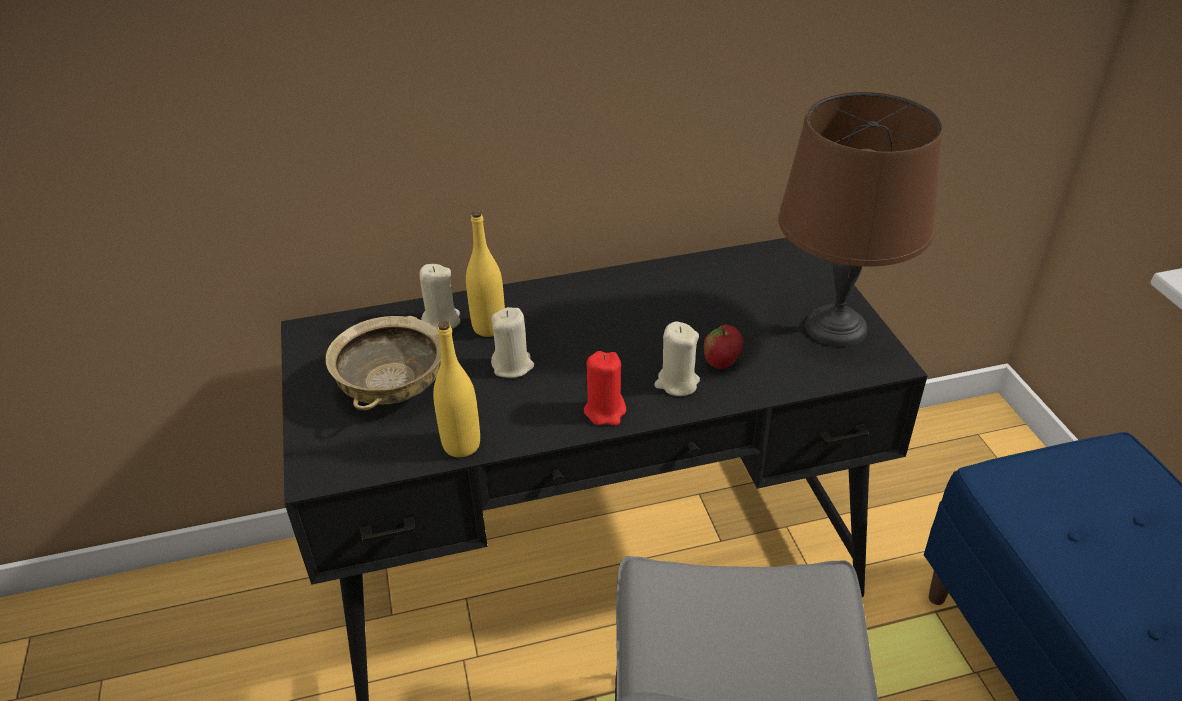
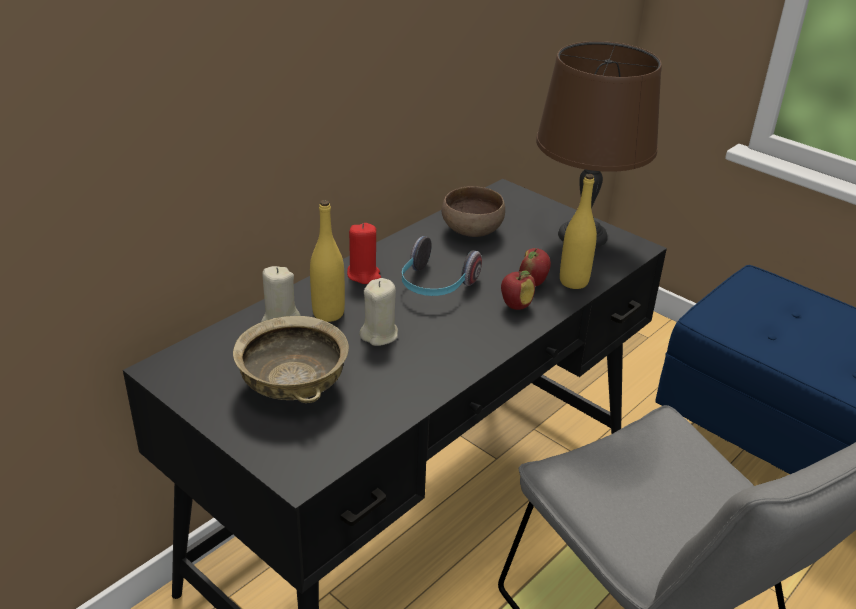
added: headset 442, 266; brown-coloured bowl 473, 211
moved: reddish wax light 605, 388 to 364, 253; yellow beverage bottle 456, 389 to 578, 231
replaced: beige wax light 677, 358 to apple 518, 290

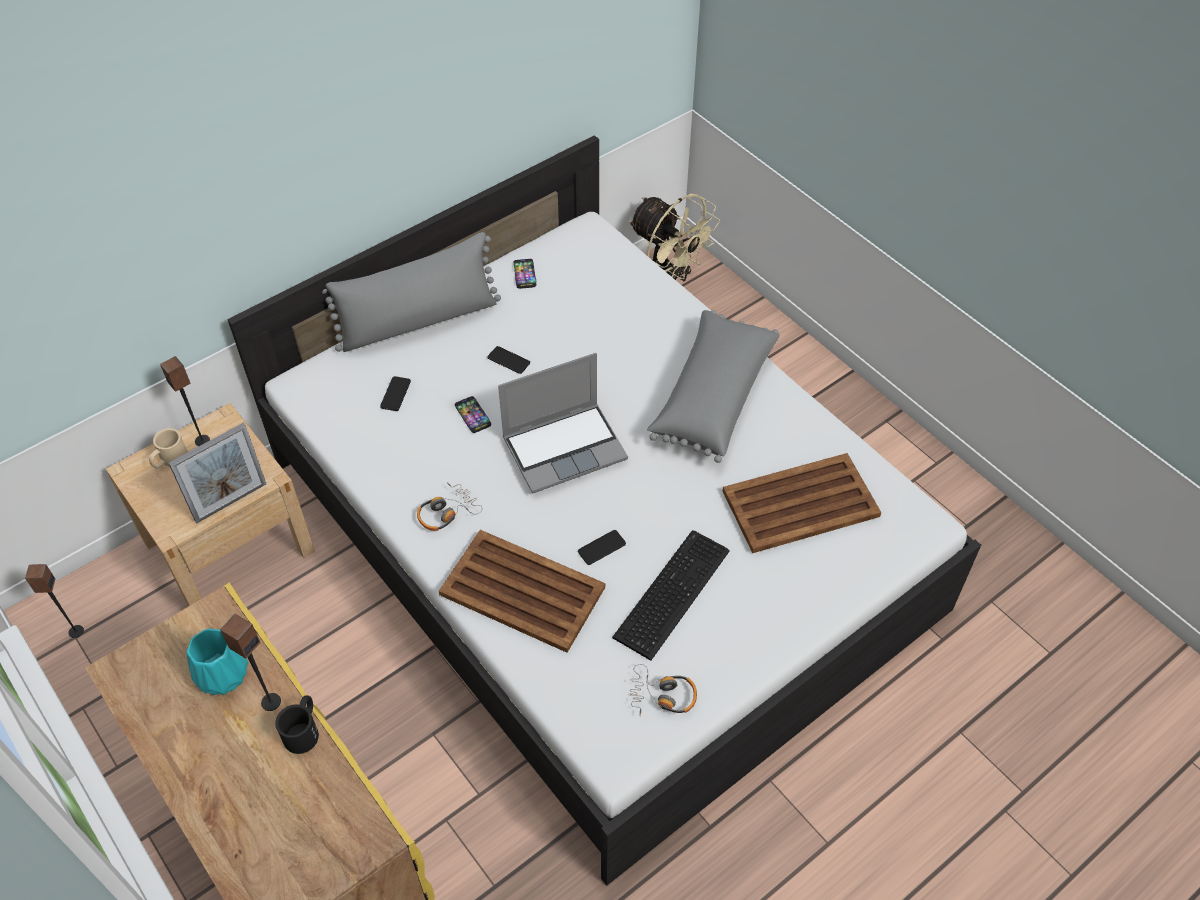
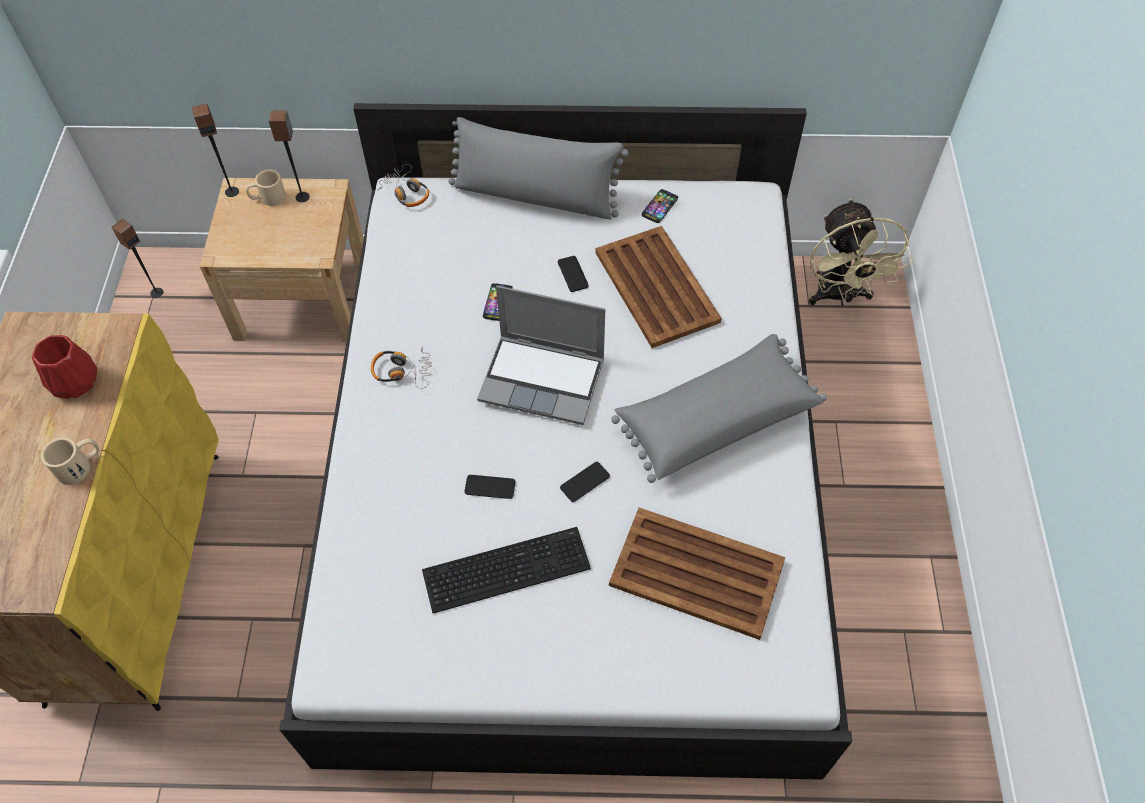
removed: photo frame 217, 473
moved: audio speaker 250, 662 to 215, 150; headset 663, 689 to 403, 185; telephone 395, 393 to 585, 482; brown-coloured tray 522, 591 to 658, 287
recoloured: turquoise flower vase 217, 662 to reddish flower vase 64, 367; blackish mug 297, 725 to beige mug 70, 461

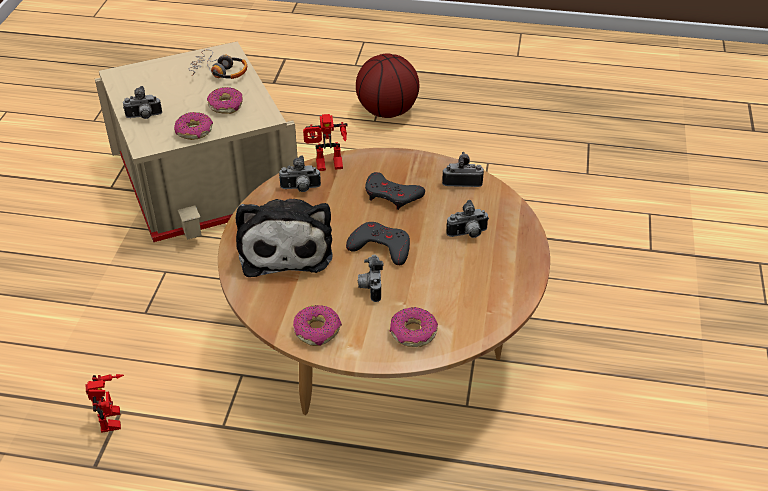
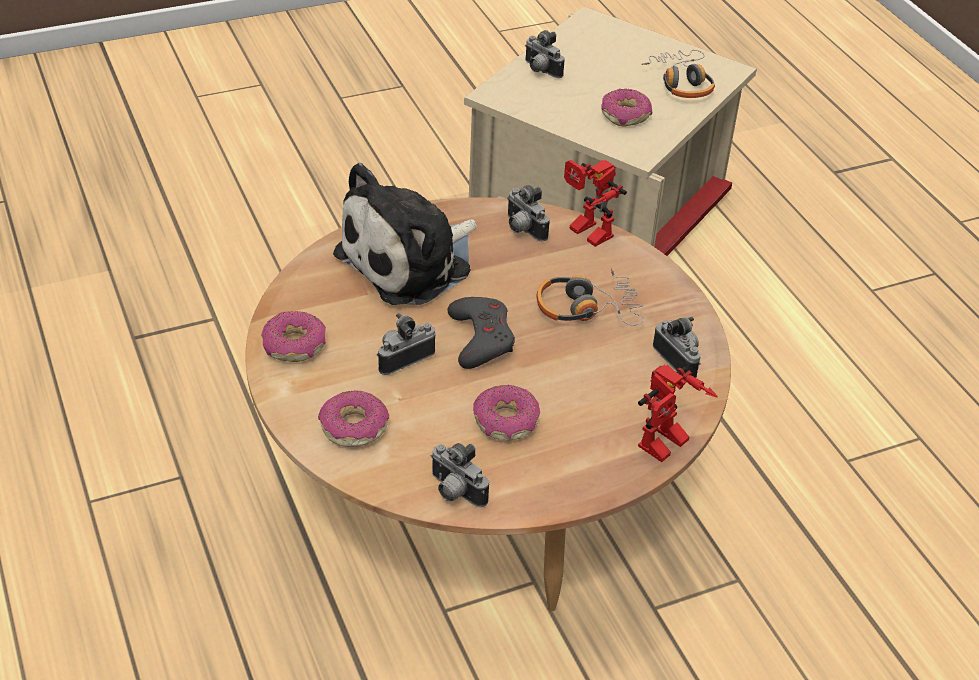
removed: basketball ball 387, 85
moved: still camera 467, 219 to 460, 475; doughnut 193, 126 to 506, 412; toy robot 105, 403 to 678, 413
replaced: greyish gamepad 395, 191 to headset 590, 297

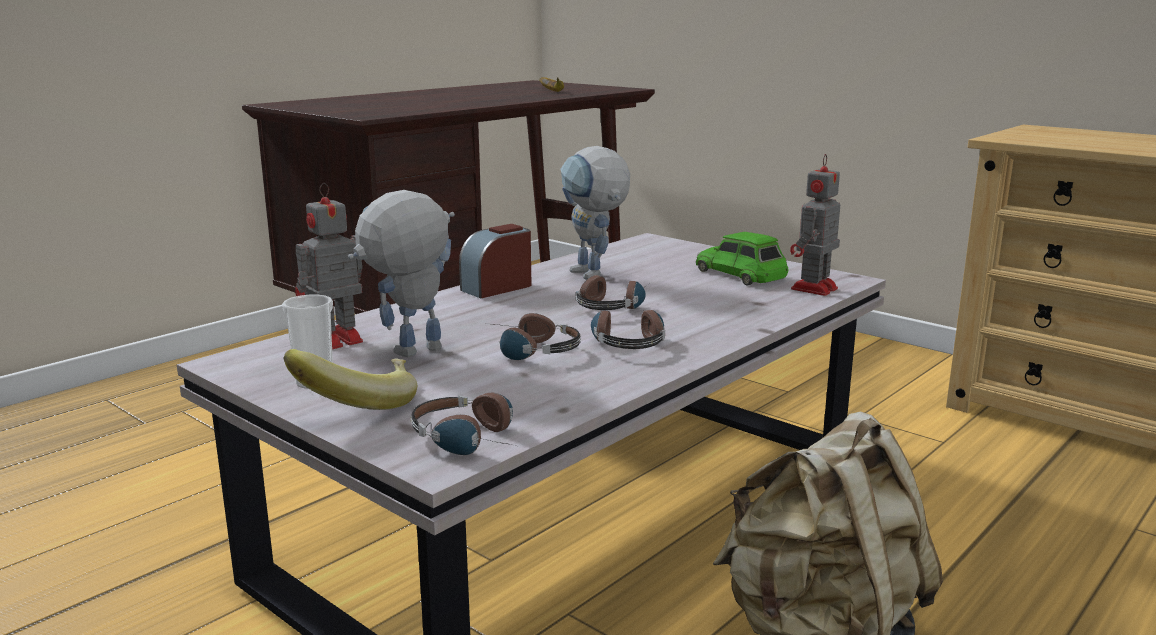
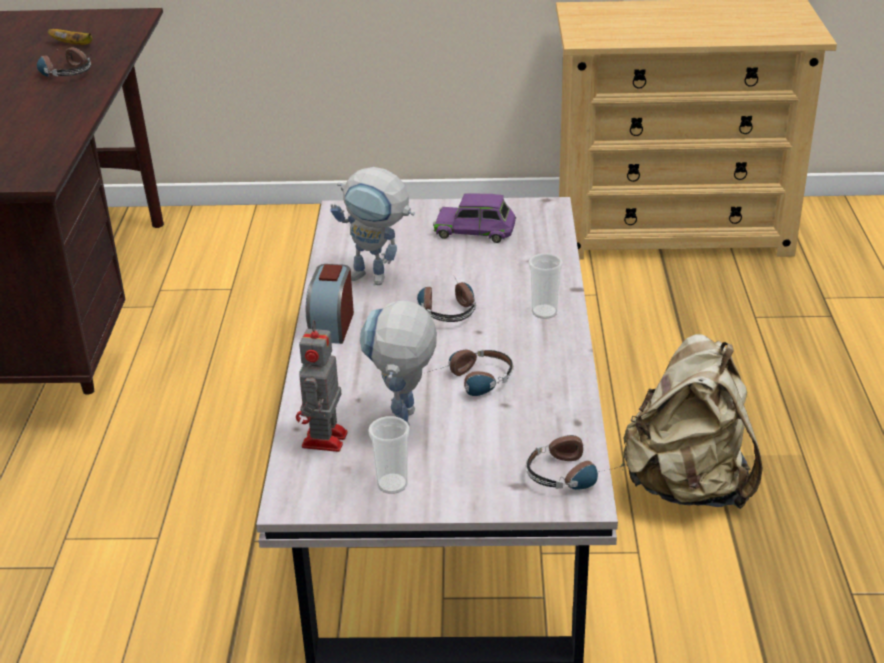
removed: whole banana 350, 379; toy robot 815, 225
added: drinking cup 545, 286
moved: headset 628, 329 to 64, 62
recoloured: greenish miniature car 742, 258 to purple-coloured miniature car 474, 218

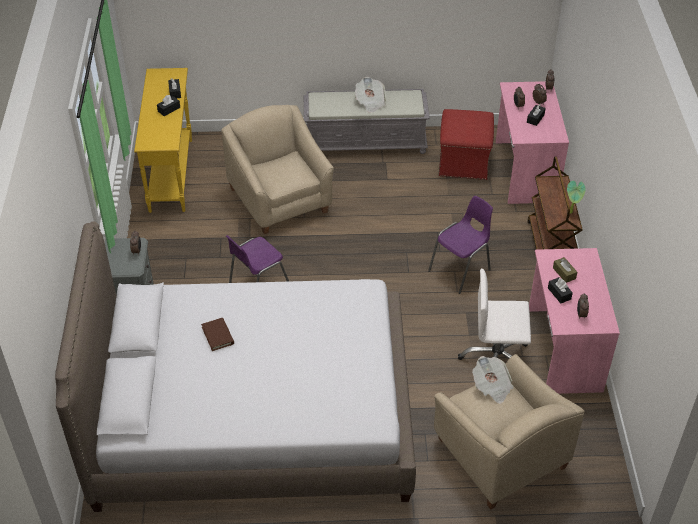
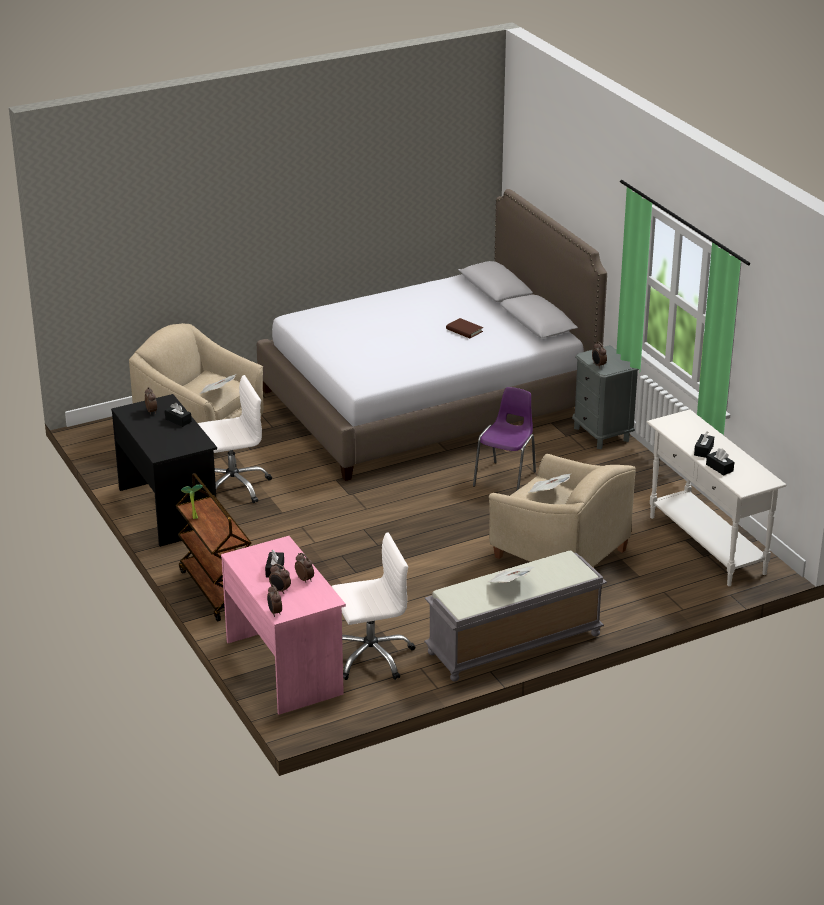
removed: purple-coloured chair 460, 245; brown-coloured box of tissues 565, 270
added: newspaper 549, 483
replaced: reddish pouffe 466, 144 to white computer chair 373, 606
recoloured: pinkish desk 574, 321 to blackish desk 164, 470; yellow narrow table 163, 140 to white narrow table 717, 497

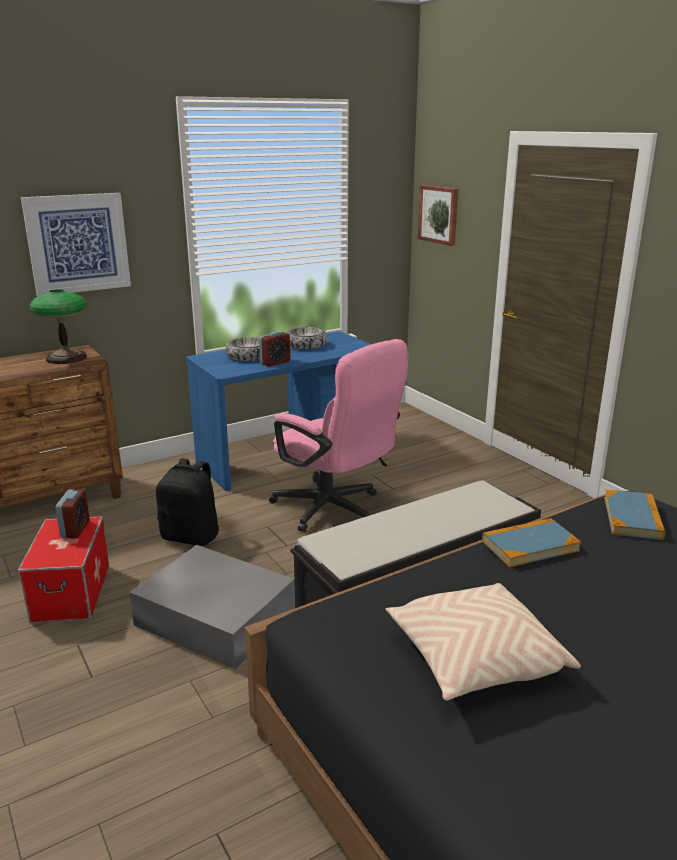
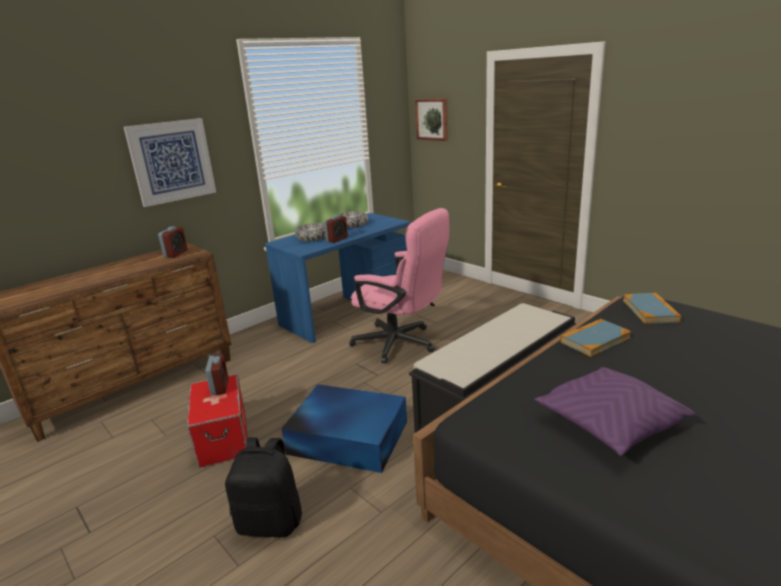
moved: blackish backpack 187, 502 to 263, 487
replaced: tabletop lamp 58, 326 to alarm clock 172, 242
recoloured: greyish storage box 212, 607 to blue-coloured storage box 344, 428; beige pillow 483, 642 to purple-coloured pillow 615, 411

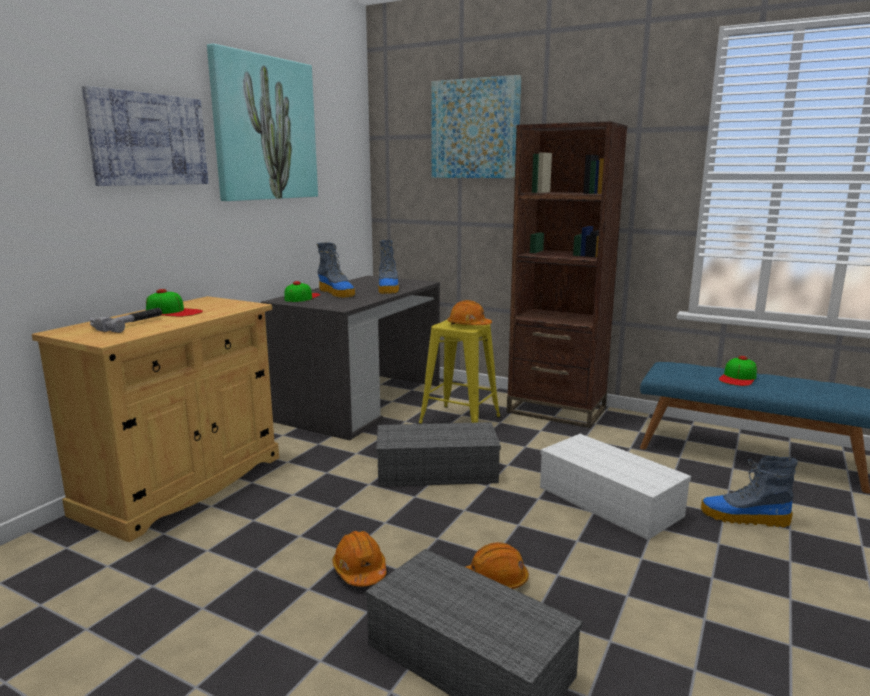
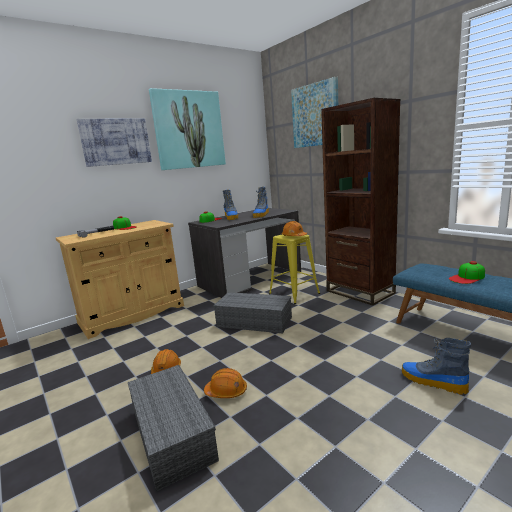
removed: white storage box 615, 487

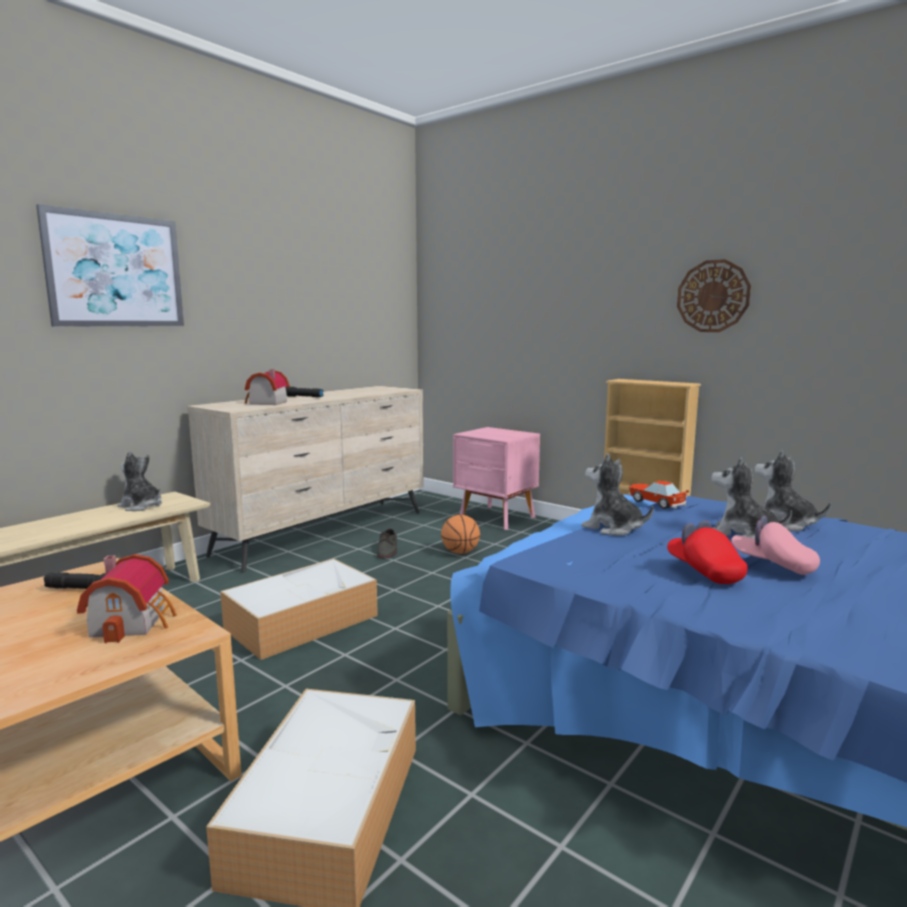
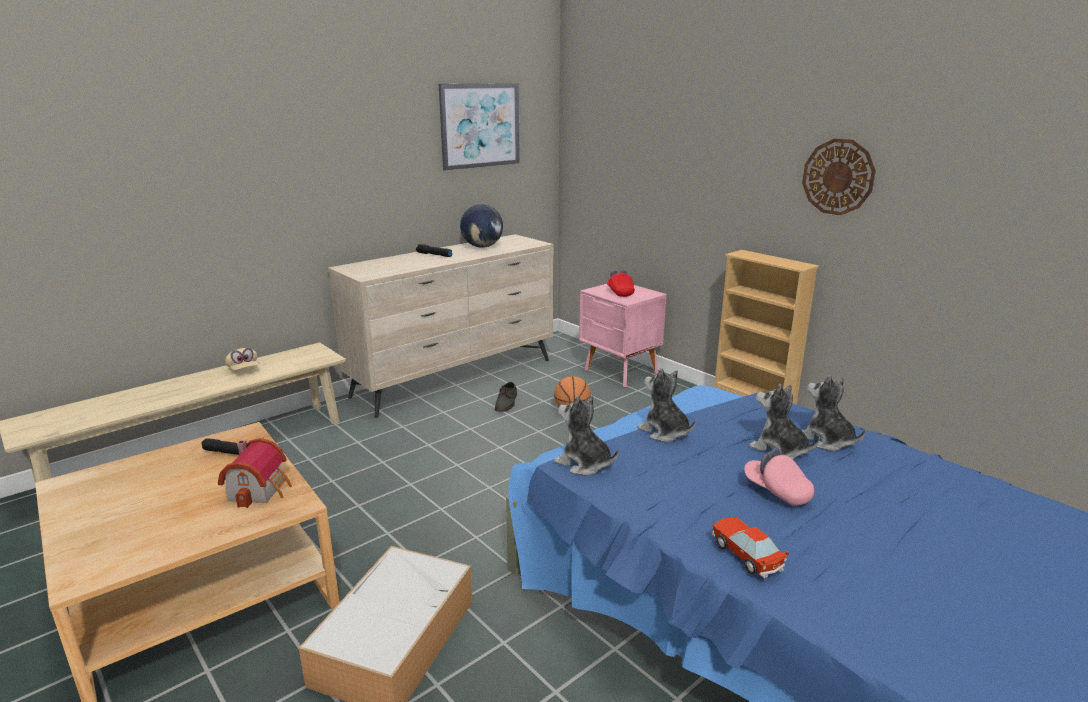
removed: storage box 299, 609; miniature house 267, 387
added: beige cap 242, 359; world globe 481, 226
moved: picture 110, 265 to 479, 127; plush toy 140, 481 to 586, 436; reddish cap 707, 552 to 621, 283; miniature car 658, 495 to 750, 547

